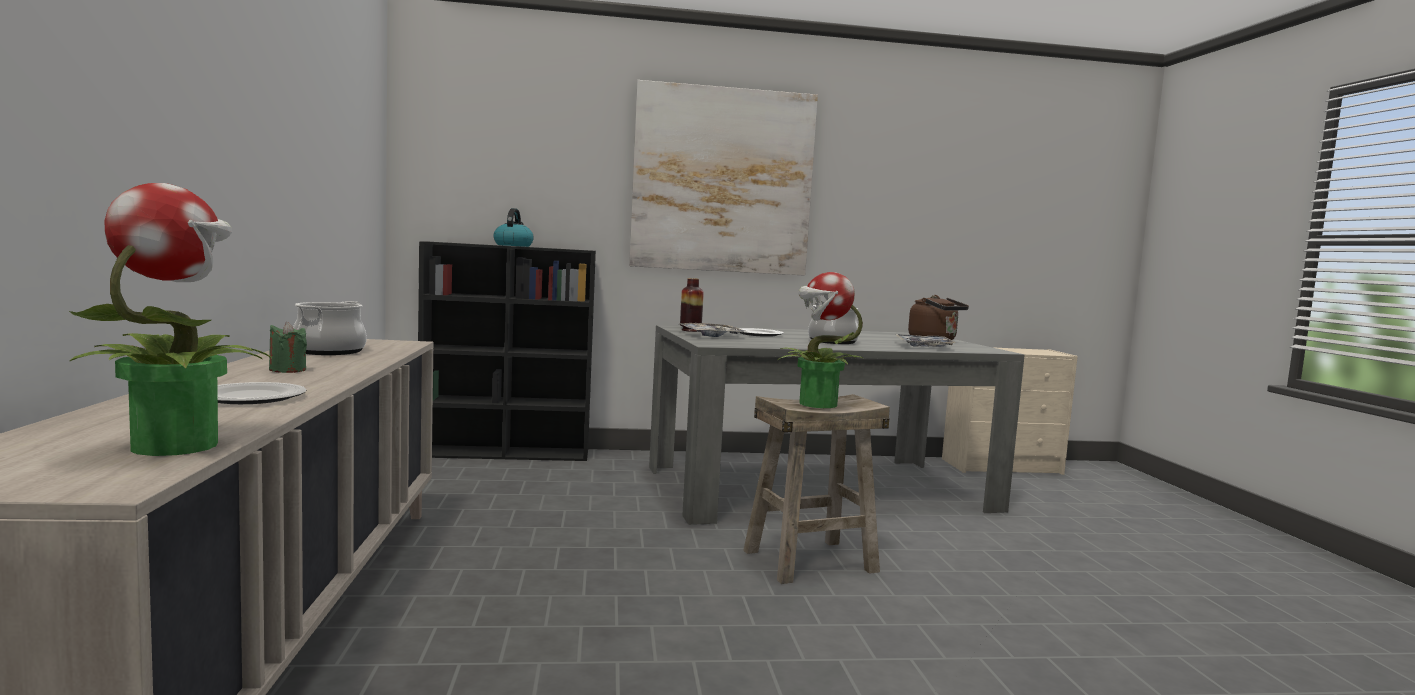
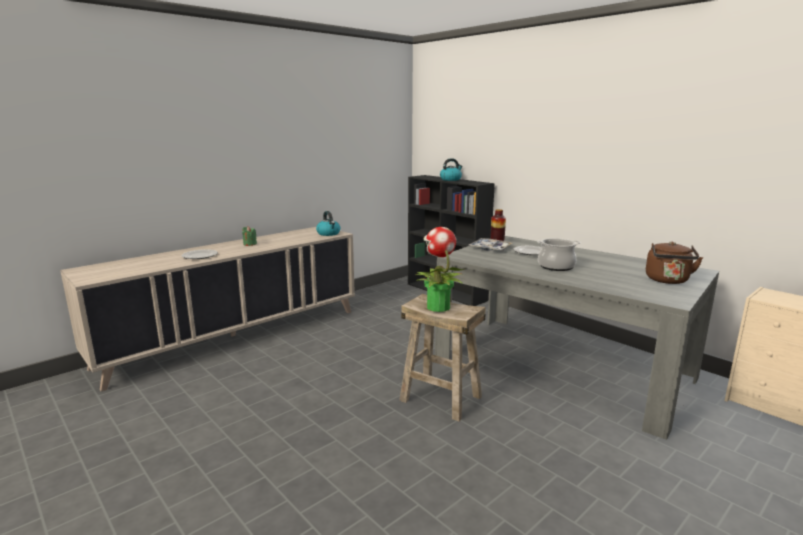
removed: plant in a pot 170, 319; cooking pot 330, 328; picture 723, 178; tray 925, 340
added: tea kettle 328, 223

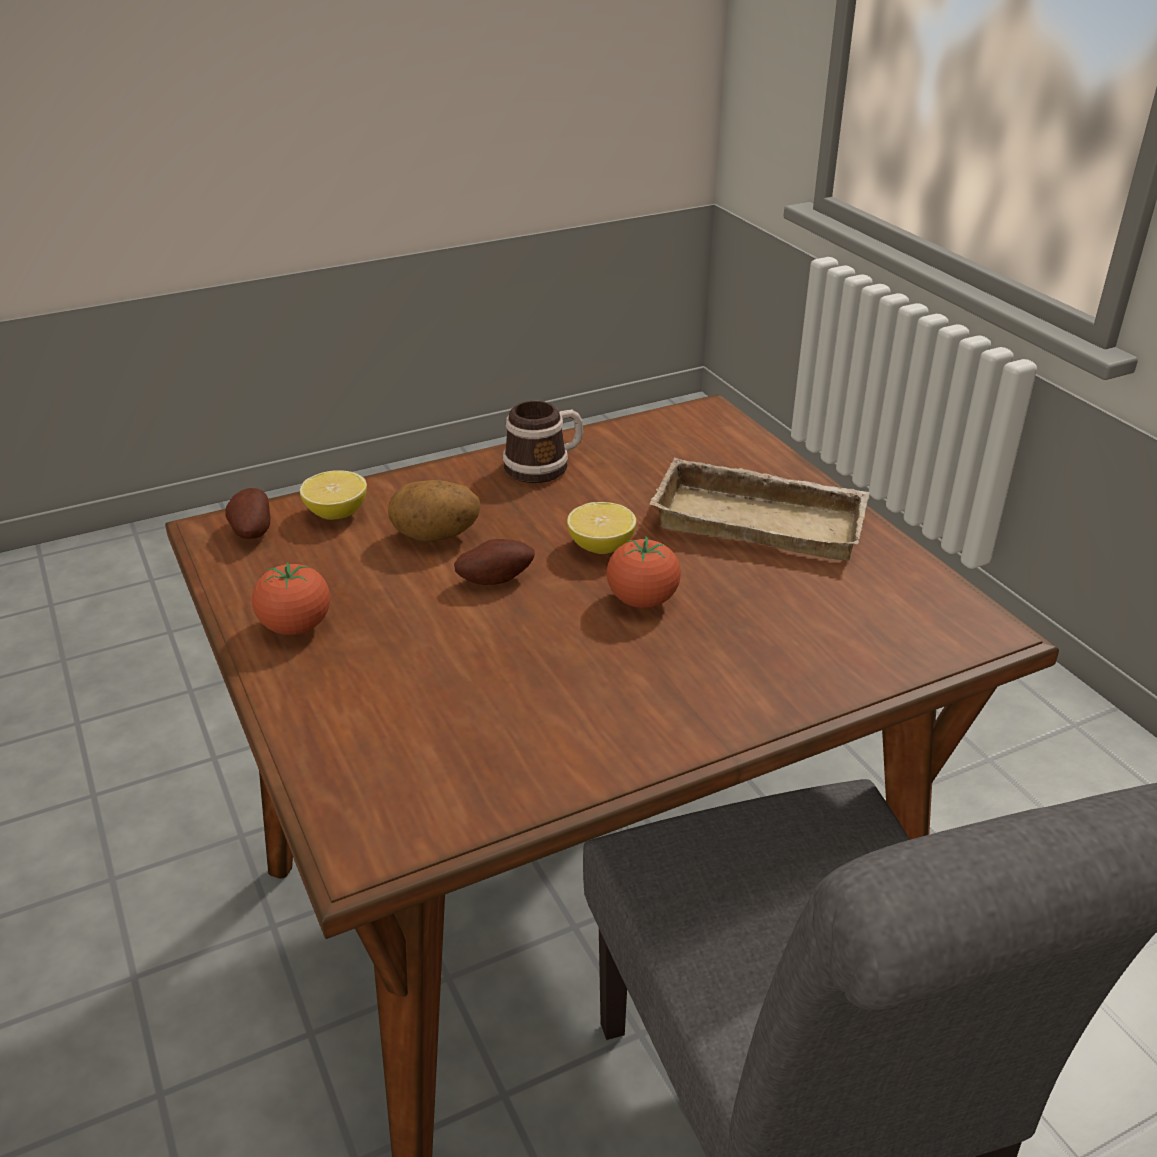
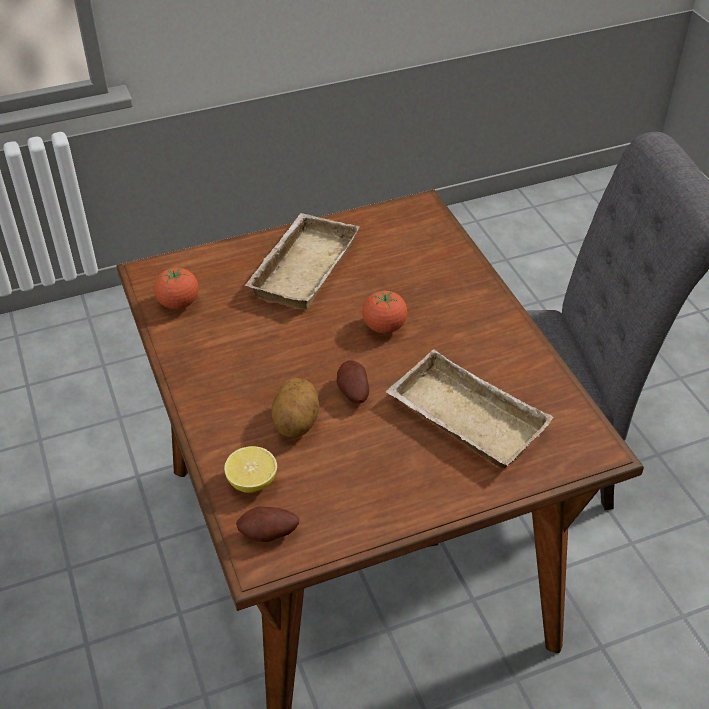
removed: mug 543, 442; whole lemon 601, 528
added: beige tray 470, 409
moved: fresh tomato 291, 598 to 176, 288

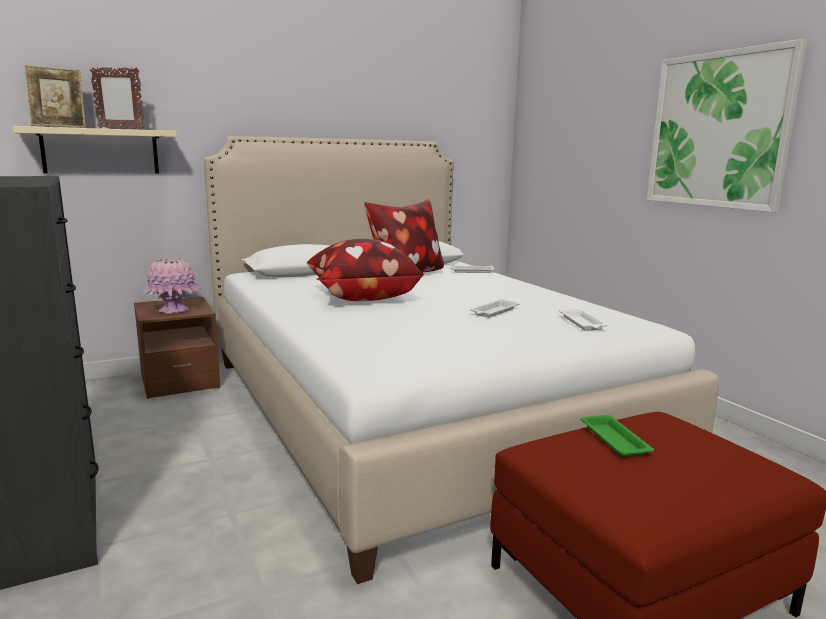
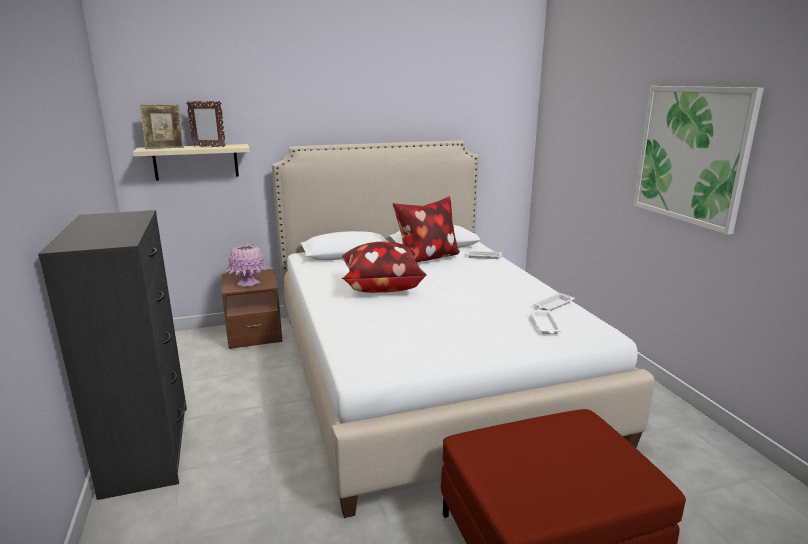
removed: greenish tray 617, 436
moved: white tray 495, 308 to 554, 302

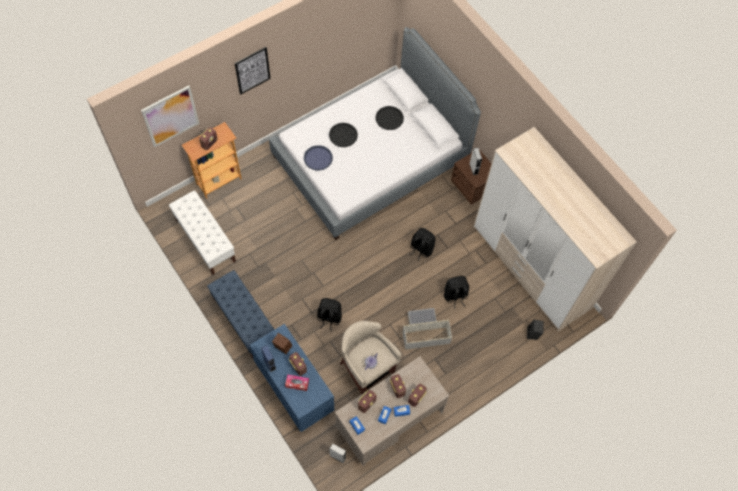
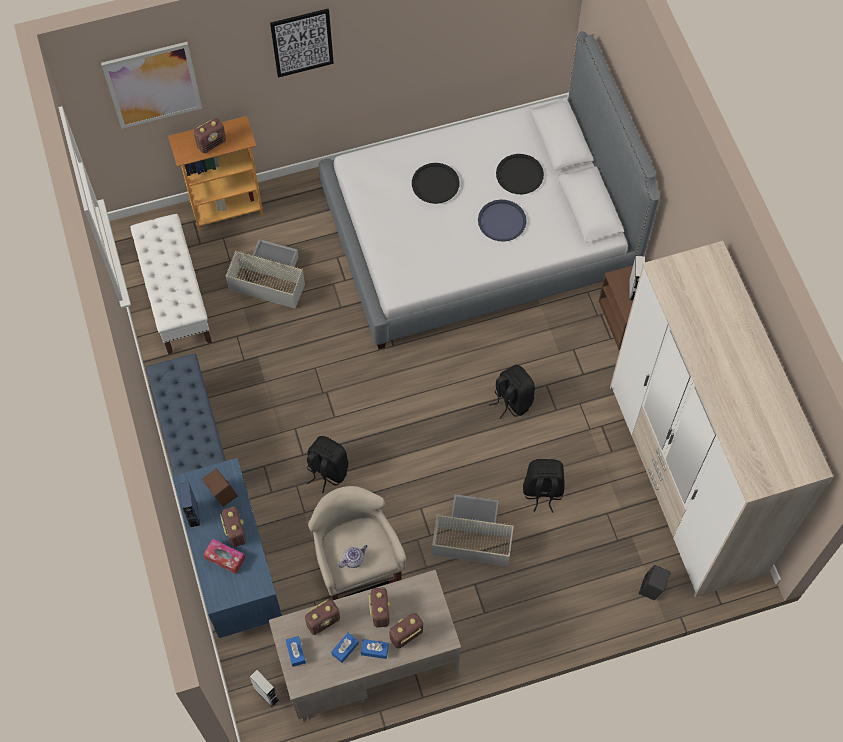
added: greyish storage box 265, 273
moved: blue-coloured tray 318, 158 to 502, 220

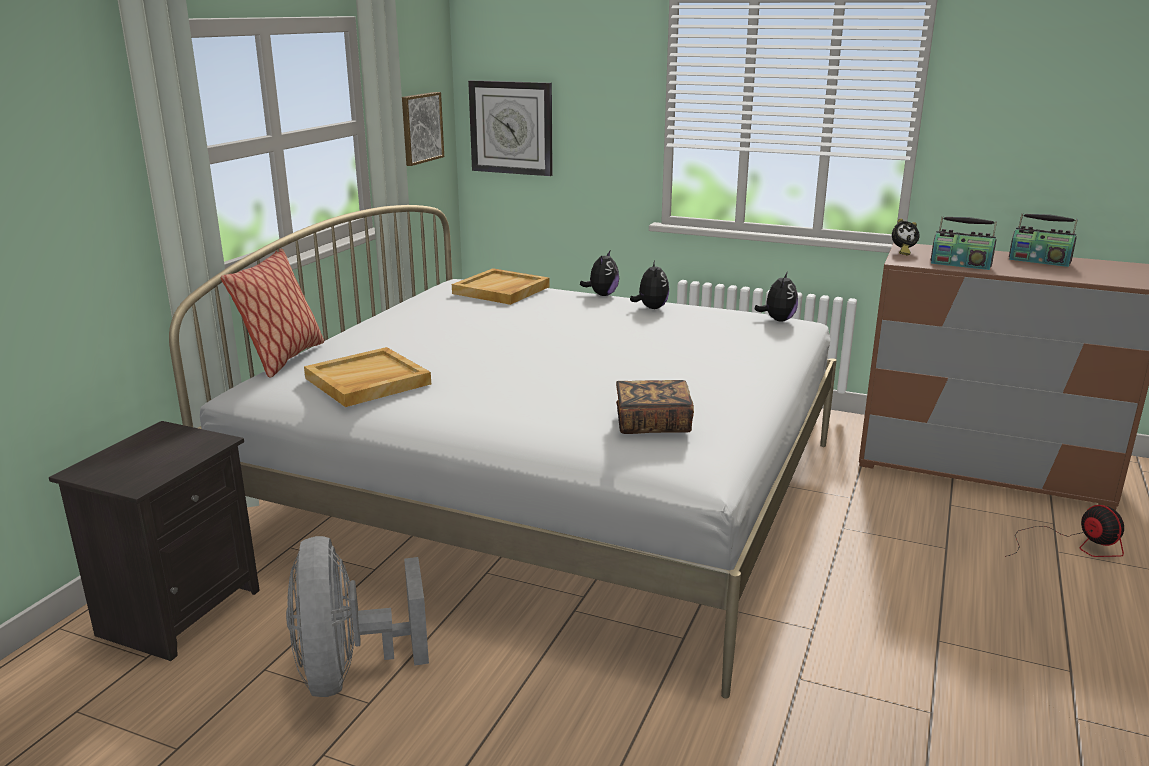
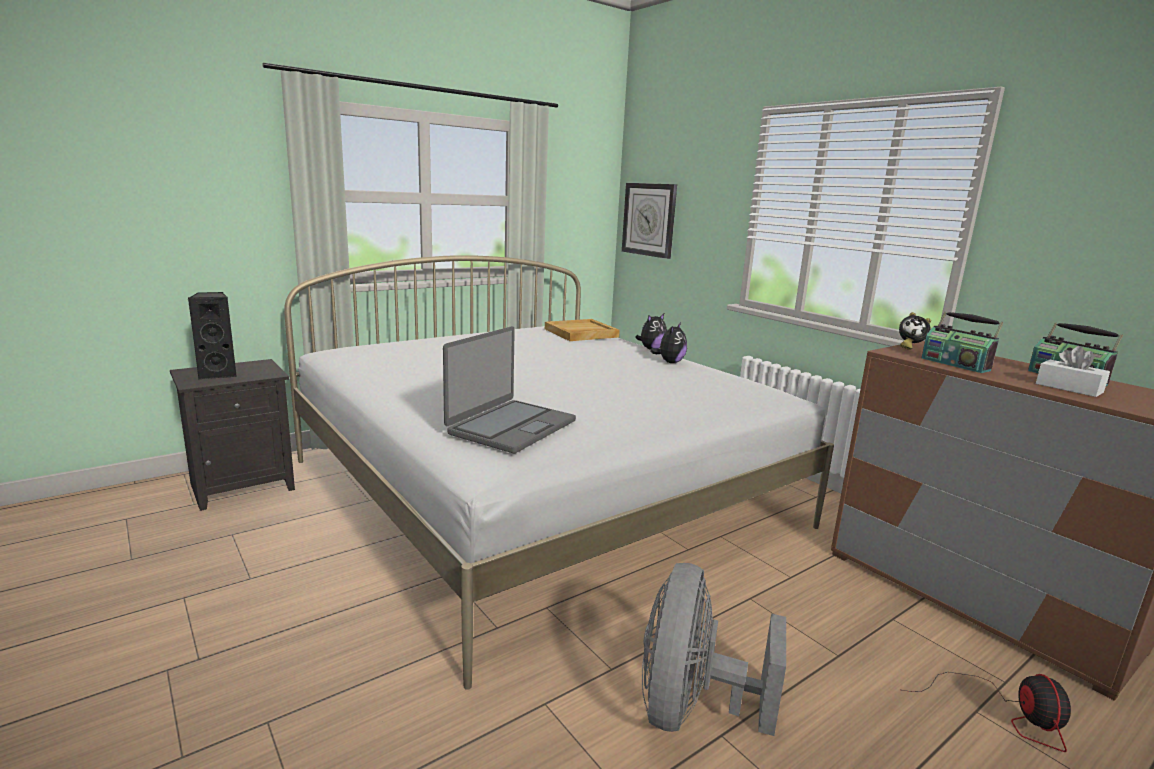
removed: pillow 272, 313; beige tray 367, 377; picture 423, 129; plush toy 776, 296
added: blackish audio speaker 212, 335; white box of tissues 1073, 371
moved: greyish electric fan 357, 616 to 714, 649
replaced: volume 655, 407 to laptop 509, 389

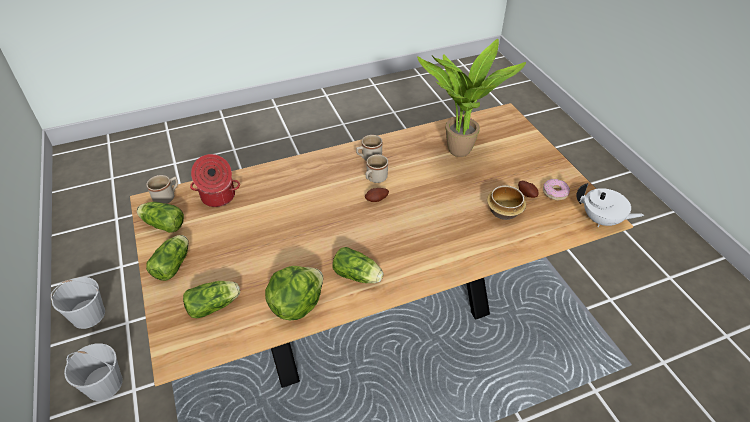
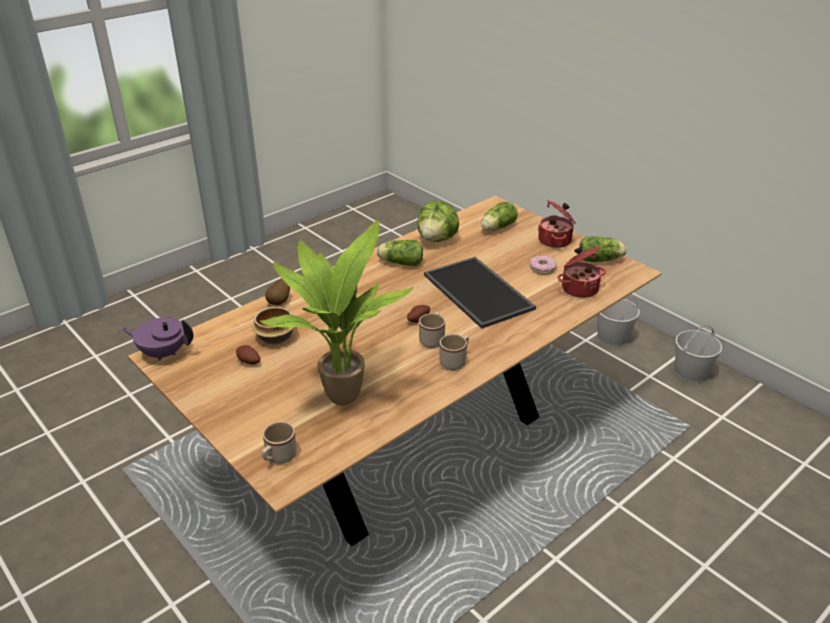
added: whole potato 277, 292; tray 480, 293
moved: beige mug 162, 189 to 279, 442; doughnut 556, 189 to 543, 264
replaced: head of lettuce 167, 258 to cooking pot 556, 224
recoloured: white teapot 610, 205 to purple-coloured teapot 157, 339

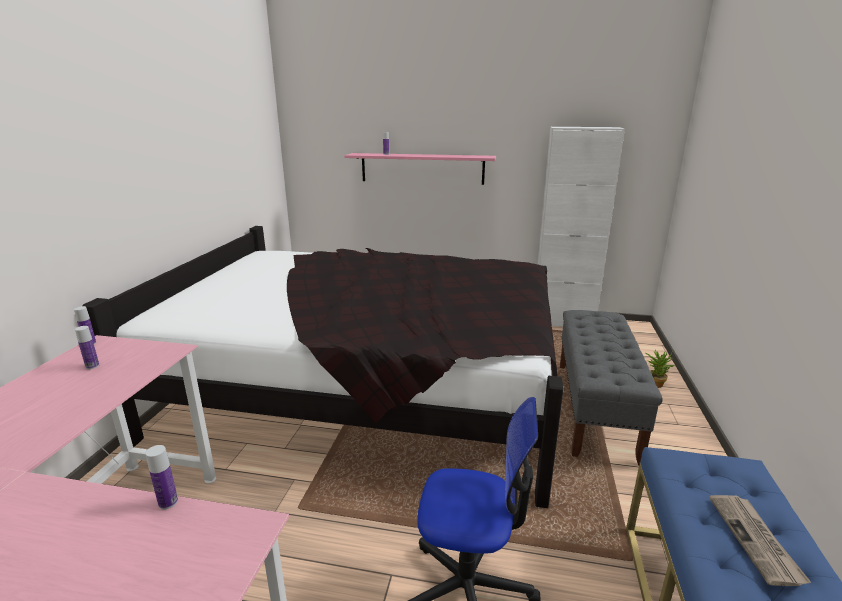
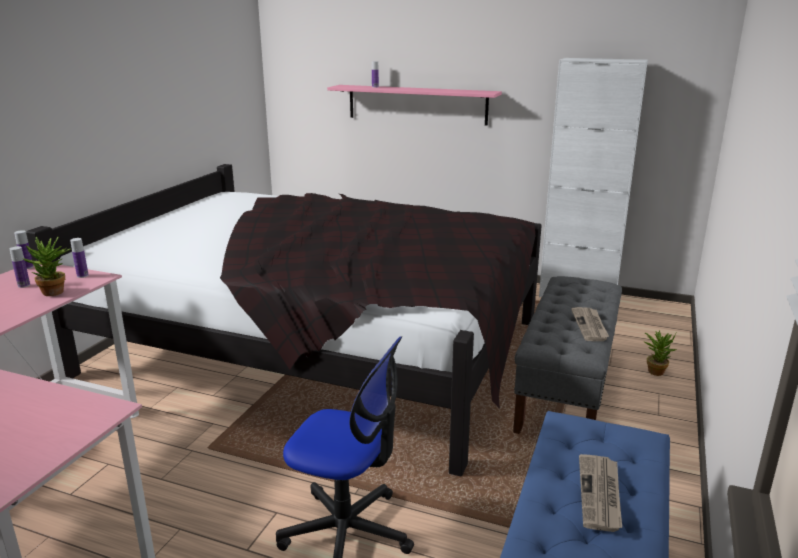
added: plant in a pot 46, 266; newspaper 590, 324
moved: beverage bottle 162, 477 to 79, 258

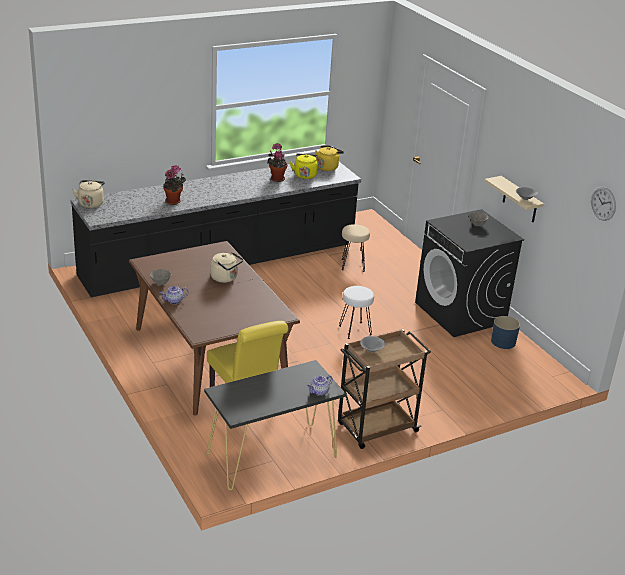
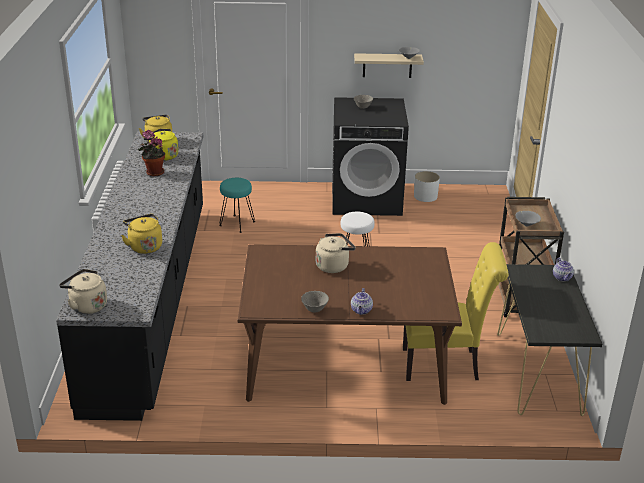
removed: hanging clock 603, 203
replaced: plant in a pot 174, 185 to yellow tea kettle 141, 234
recoloured: beige stool seat 356, 248 to turquoise stool seat 237, 205; blue-coloured plant pot 505, 332 to white plant pot 427, 186

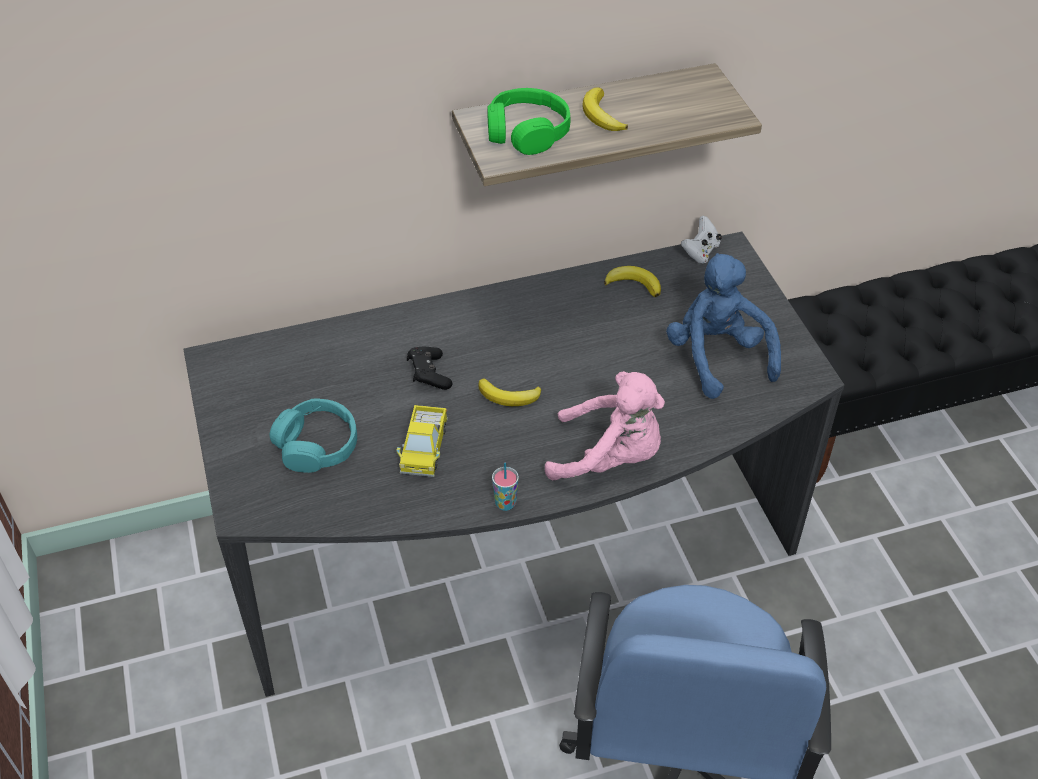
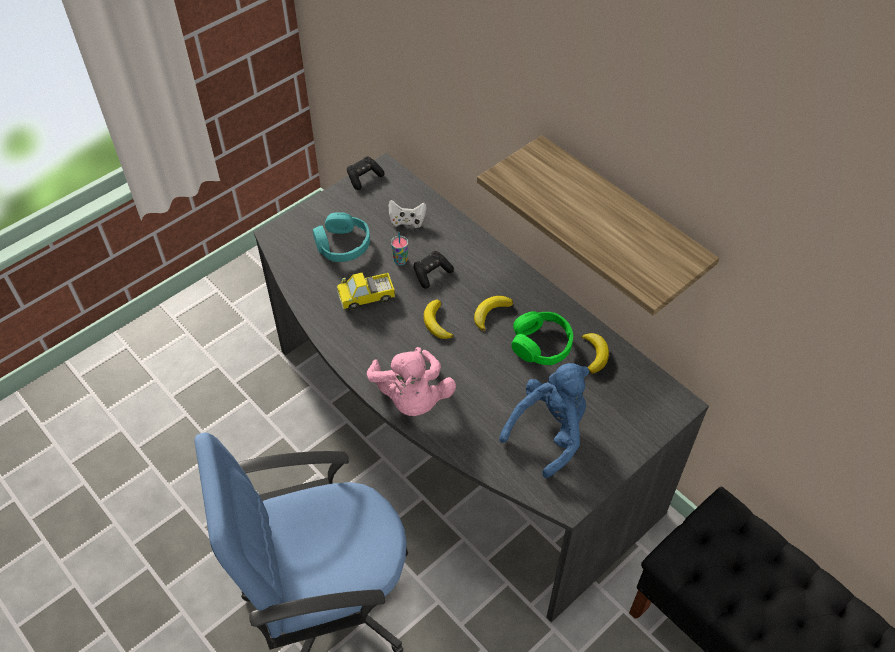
added: blackish gamepad 365, 173
moved: white gamepad 701, 239 to 408, 214; drinking cup 505, 486 to 399, 248; whole banana 605, 109 to 493, 313; greenish headset 529, 121 to 542, 338

